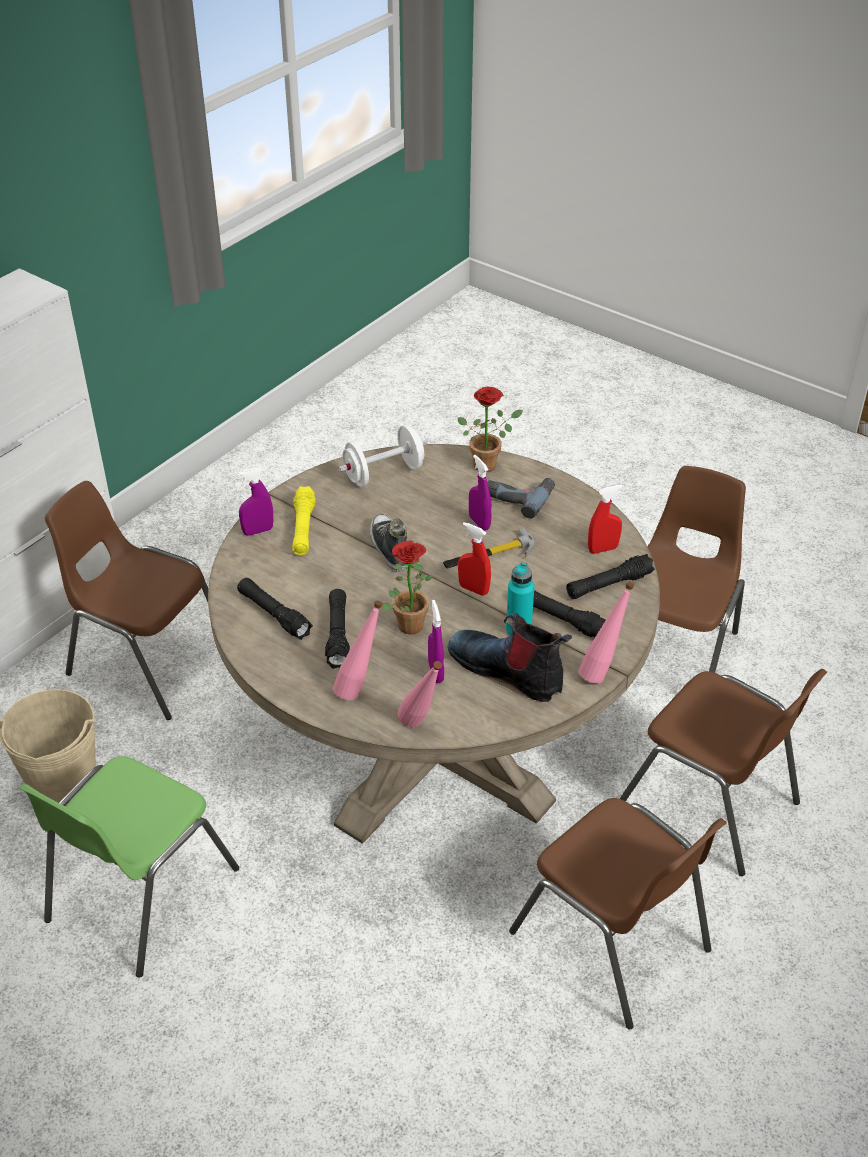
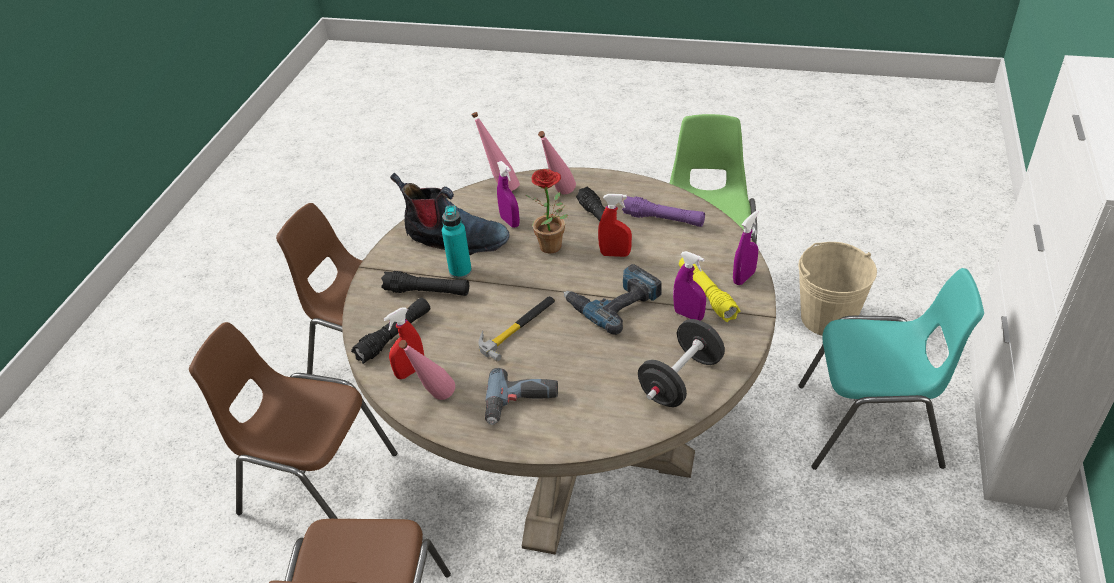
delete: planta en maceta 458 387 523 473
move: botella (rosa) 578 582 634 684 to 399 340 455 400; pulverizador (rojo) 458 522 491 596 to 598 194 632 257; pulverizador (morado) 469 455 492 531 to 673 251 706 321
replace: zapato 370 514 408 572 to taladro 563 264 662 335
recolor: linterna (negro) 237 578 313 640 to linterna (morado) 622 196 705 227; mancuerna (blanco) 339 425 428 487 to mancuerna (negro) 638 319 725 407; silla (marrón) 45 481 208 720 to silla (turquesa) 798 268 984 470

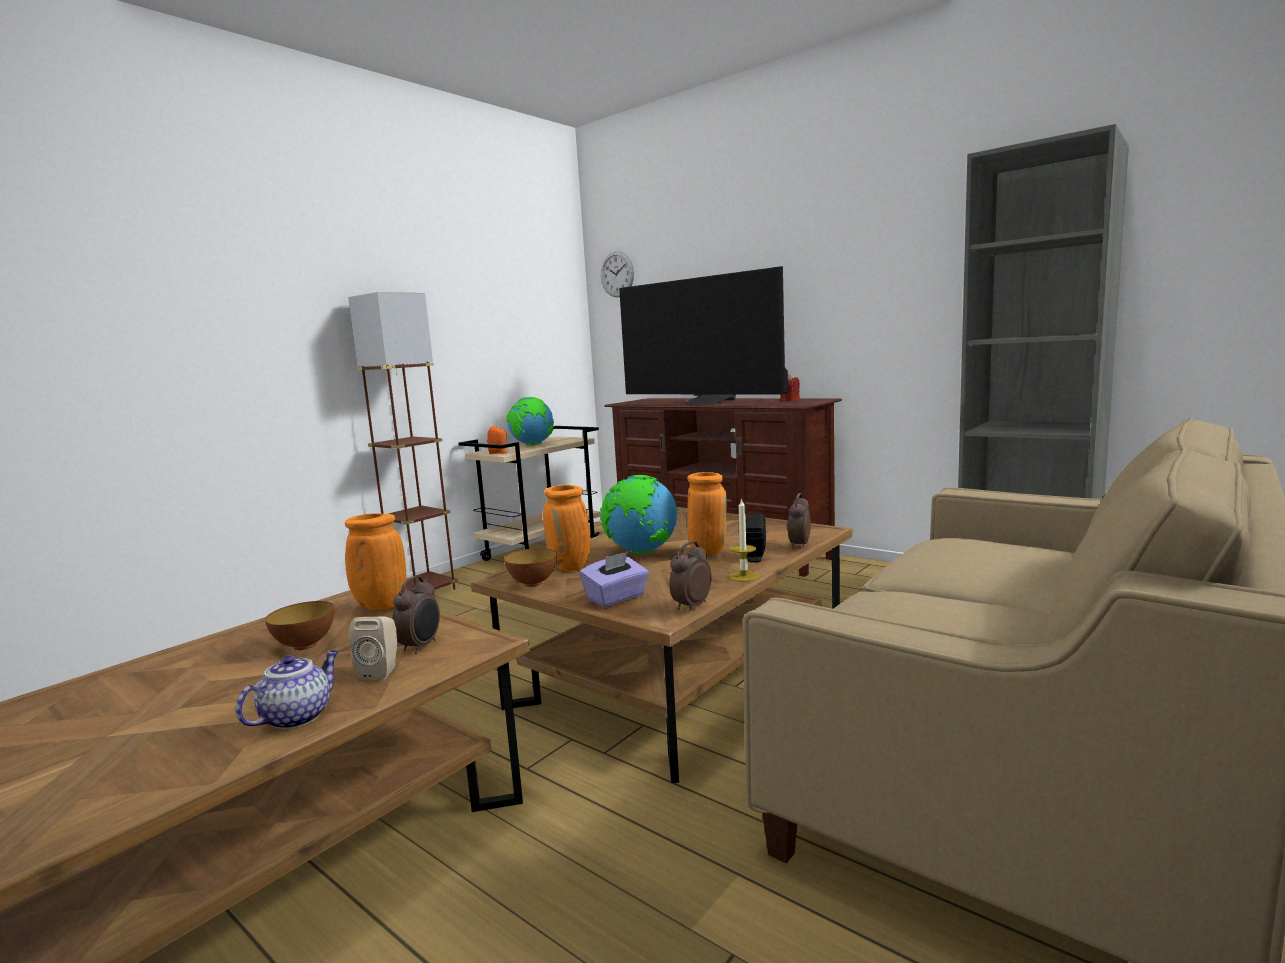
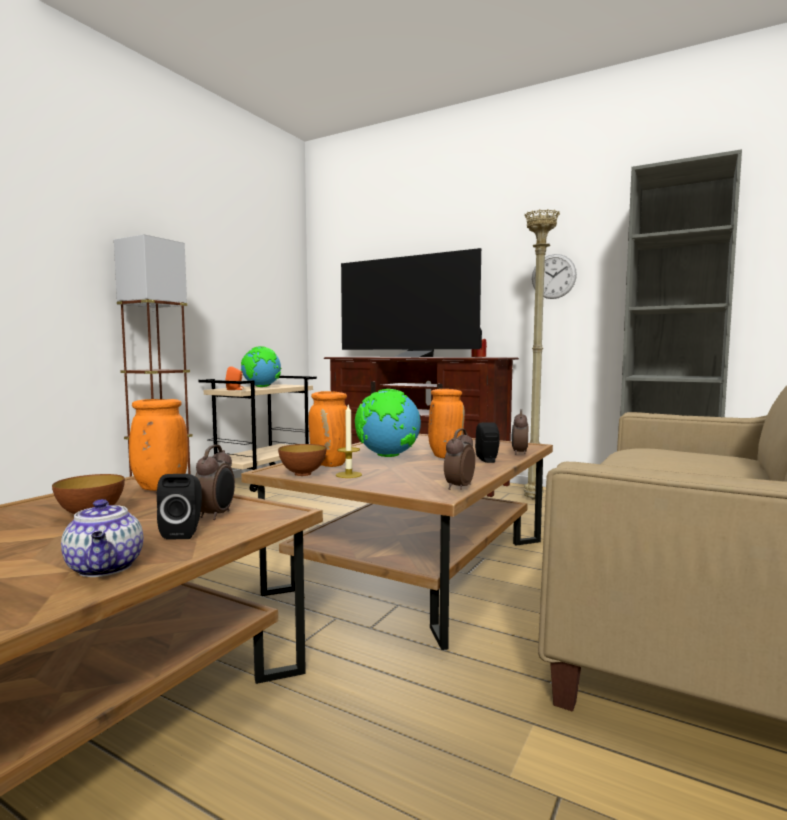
delete: caja de pañuelos (morado) 580 551 649 607
insert: lámpara de pie (beis) 524 209 560 499
move: vela 729 498 759 582 to 336 405 362 478; reloj de pared 601 251 634 297 to 532 254 577 299
recolor: altavoz (beis) 349 617 397 680 to altavoz (negro) 157 474 202 540
rotate: tetera 236 650 339 729 = 61 499 143 577 135 degrees clockwise

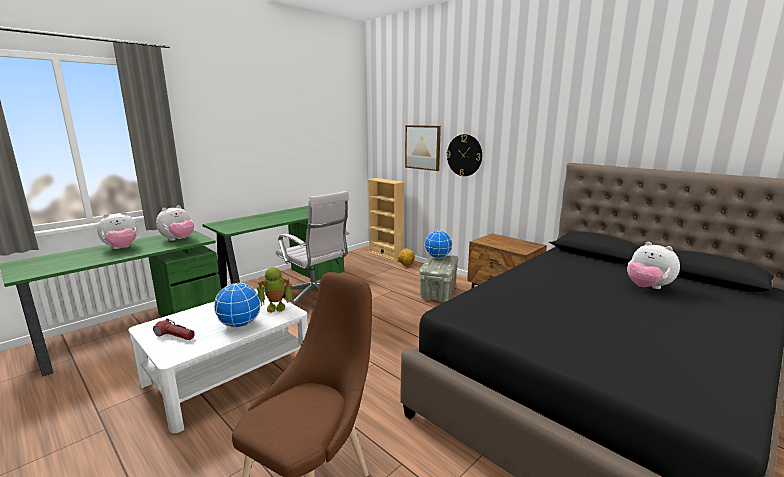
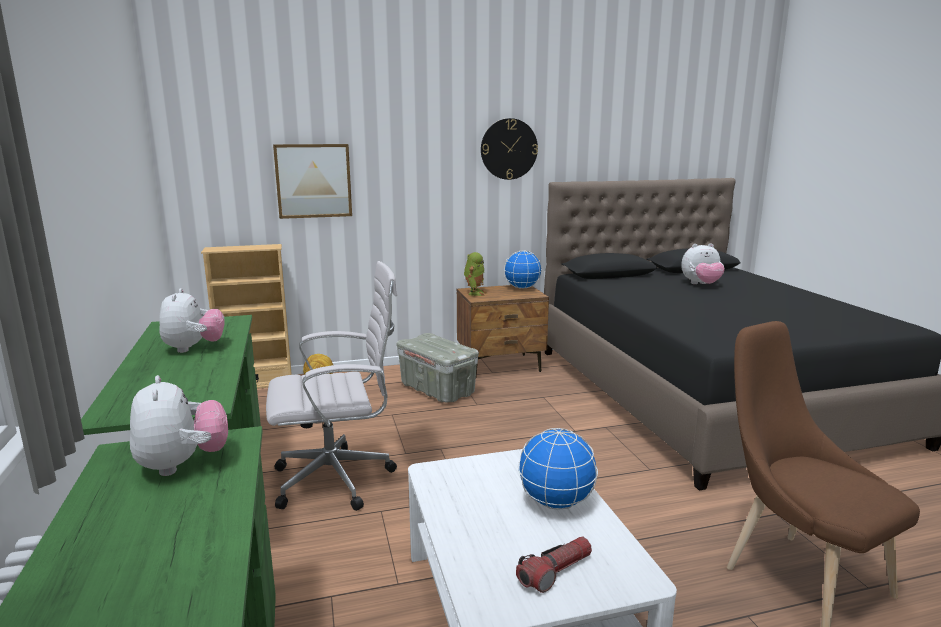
move: peluche 97 212 138 249 to 159 288 225 353; robot de juguete 257 267 292 313 to 464 252 487 296; reloj de pared 447 134 482 176 to 481 118 538 180; globo terráqueo 425 231 452 258 to 504 251 542 289

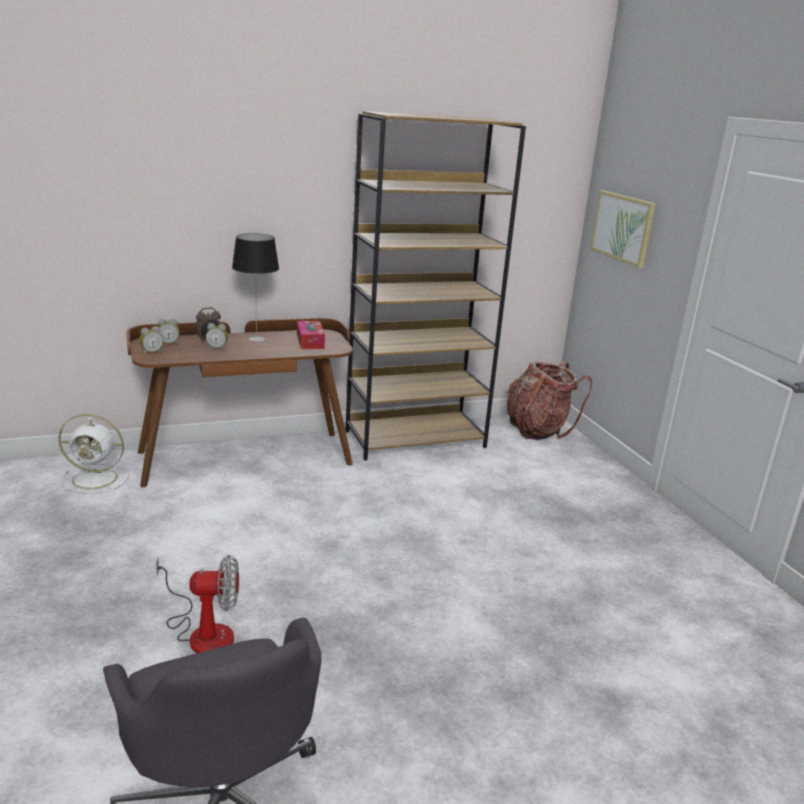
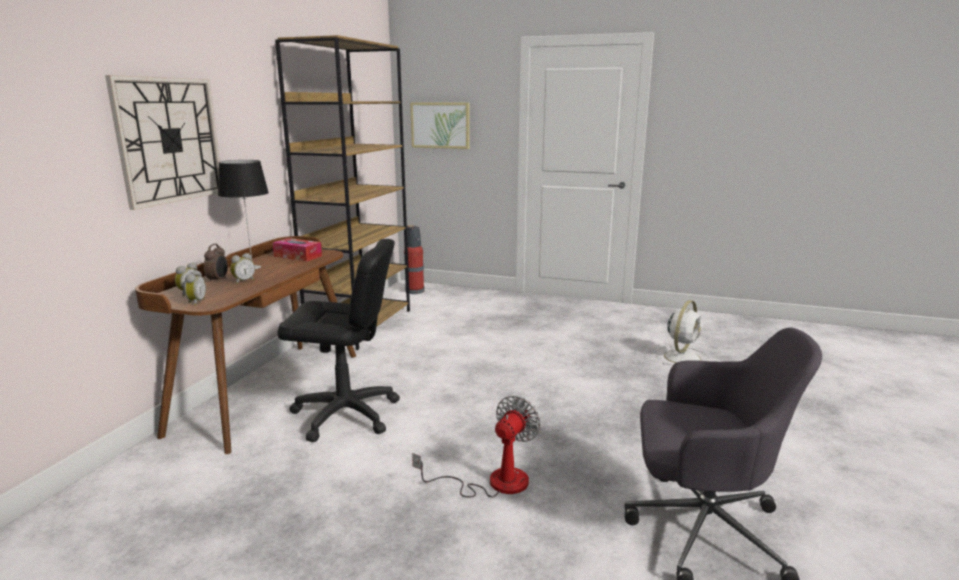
insert: reloj de pared 105 75 220 210; silla de oficina (negro) 277 239 400 442
move: ventilador (blanco) 58 414 129 494 to 657 300 709 365
replace: mochila 507 361 592 440 to extintor 404 225 425 294

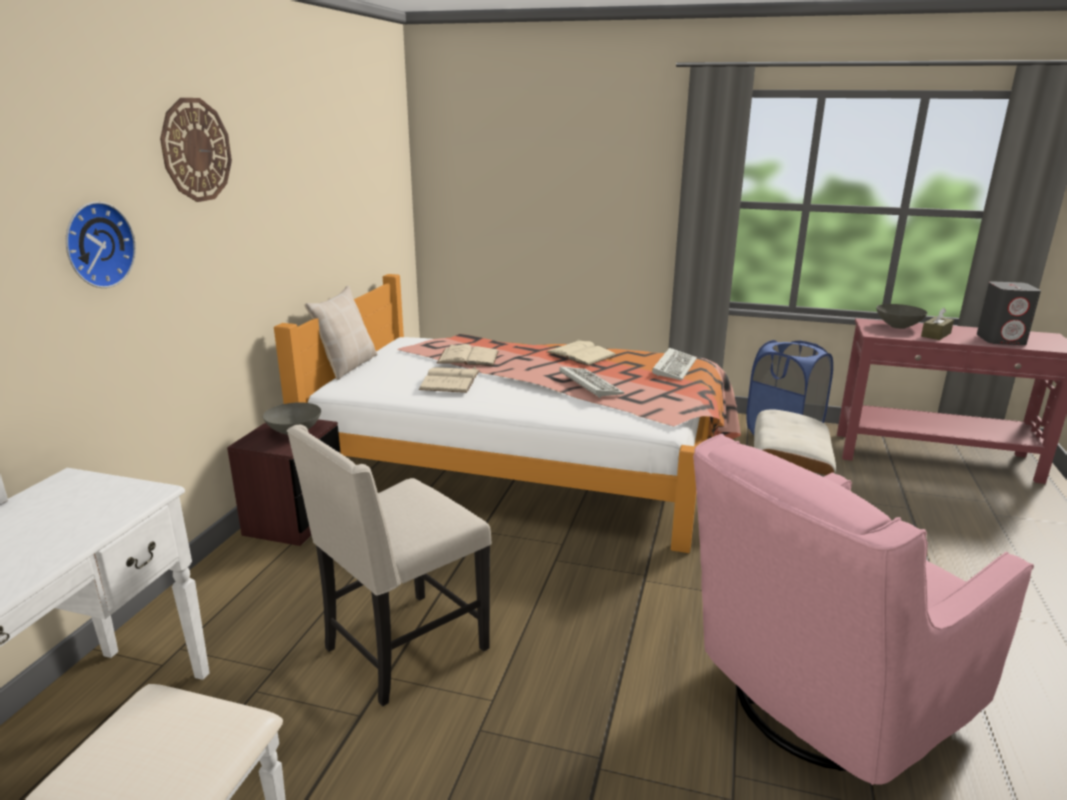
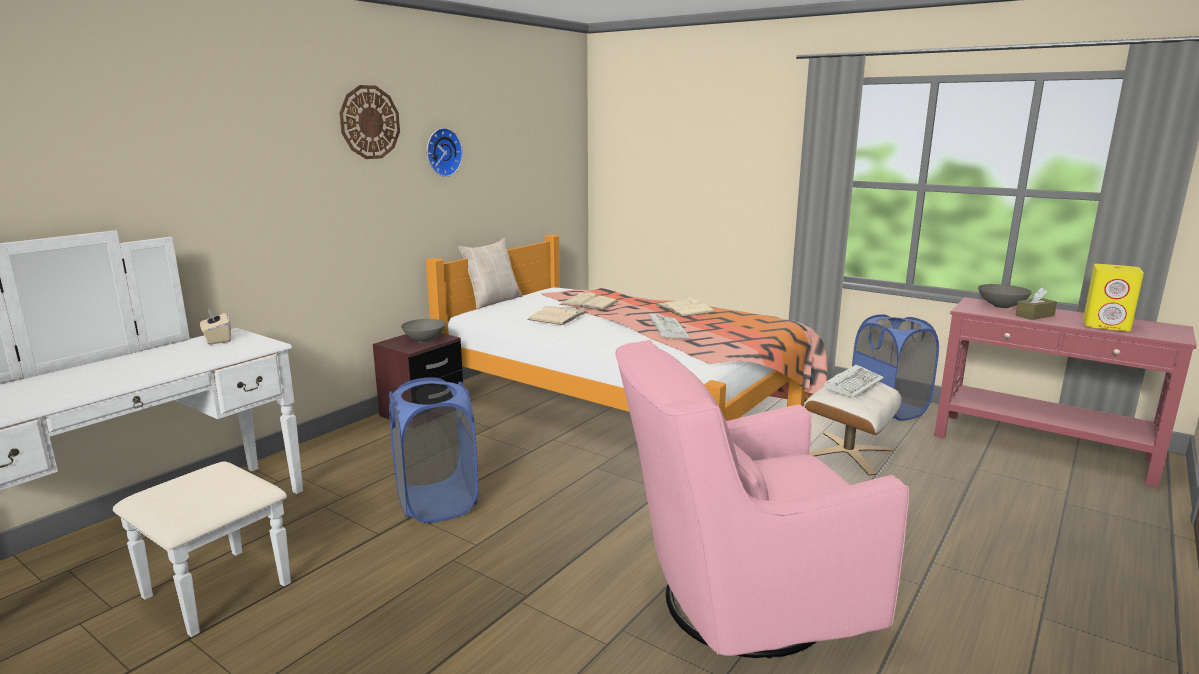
insert: caja de pañuelos (beis) 200 308 231 345
move: reloj de pared 66 202 136 288 to 427 128 463 177; teclado 652 348 697 380 to 824 364 884 398
replace: silla (beis) 287 425 492 706 to cesto de la ropa (azul) 389 377 478 523
recolor: altavoz (gris) 977 281 1041 345 to altavoz (amarillo) 1083 264 1144 331

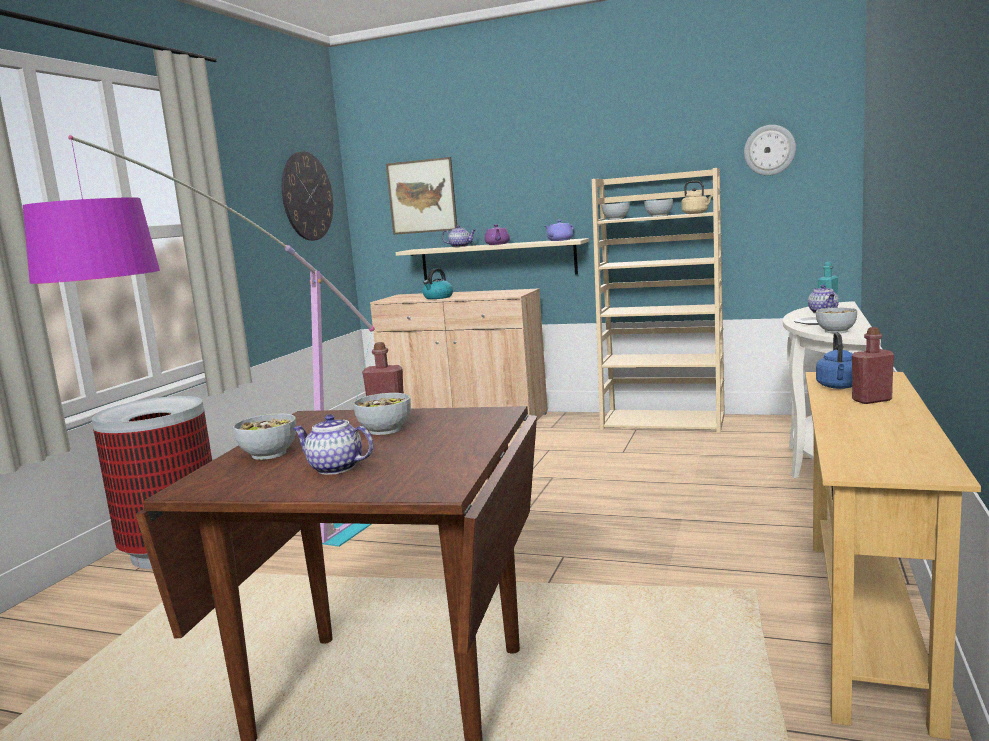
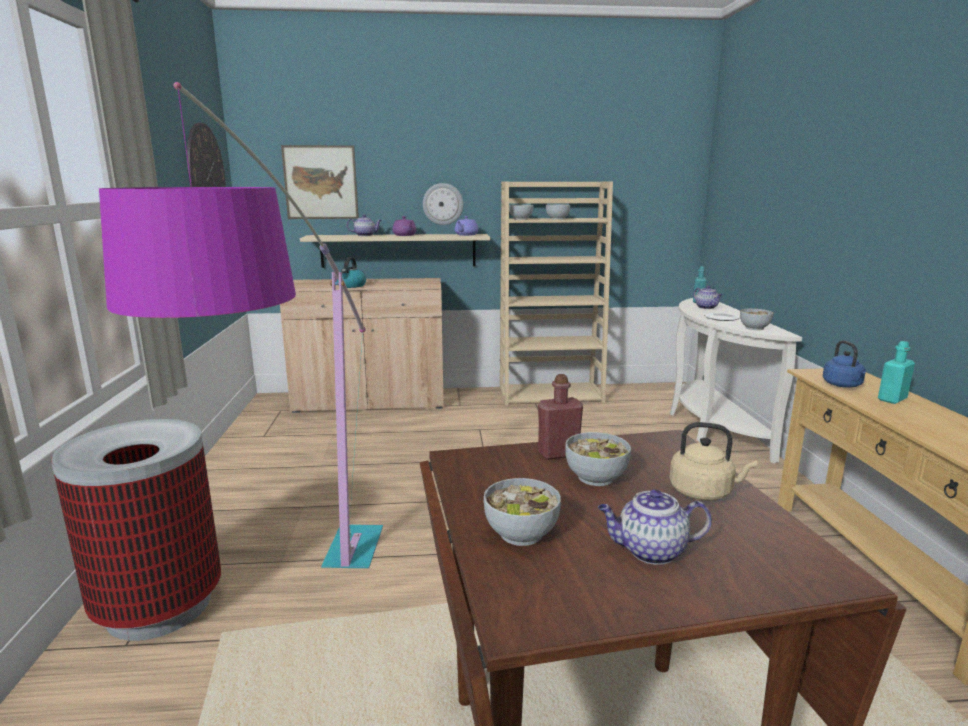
move: reloj de pared 744 125 796 176 to 423 183 463 225; hervidor (beis) 681 181 713 214 to 669 422 757 501
recolor: botella (rojo) 852 327 894 404 to botella (turquesa) 878 341 915 404

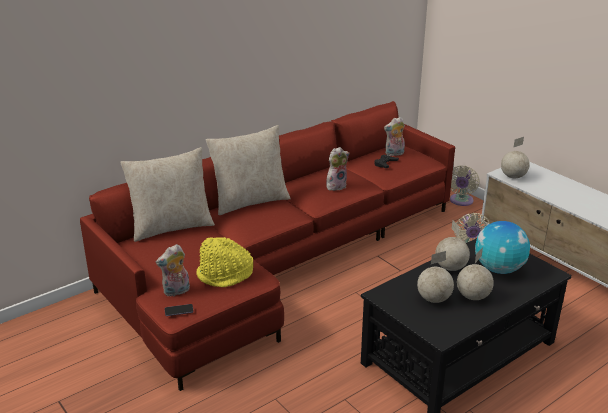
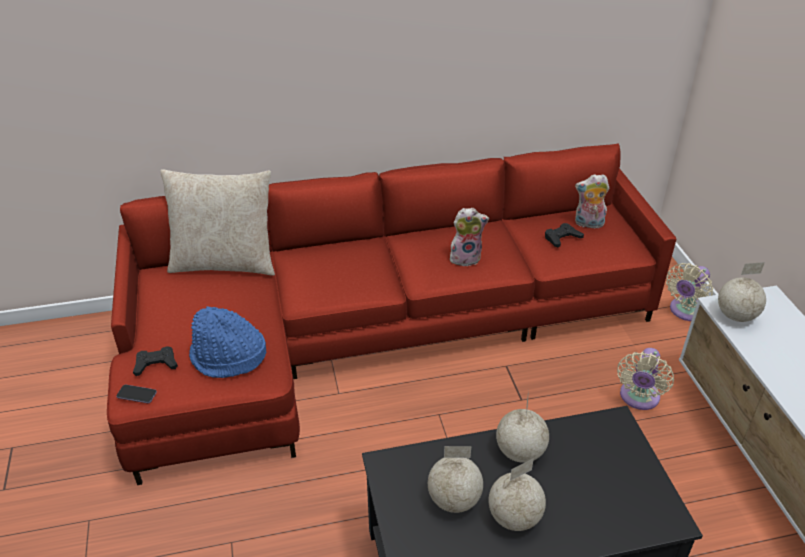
delete: cojín (beis) 206 125 291 215; globo terráqueo 475 221 530 274
replace: peluche 156 244 190 297 to mando de consola (negro) 133 346 178 376
recolor: sombrero (amarillo) 196 237 253 287 to sombrero (azul) 189 306 266 378

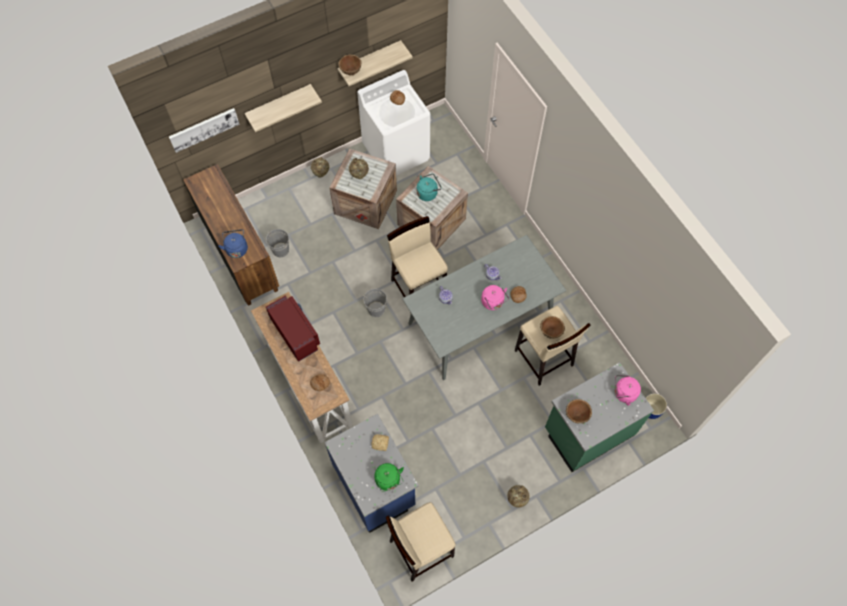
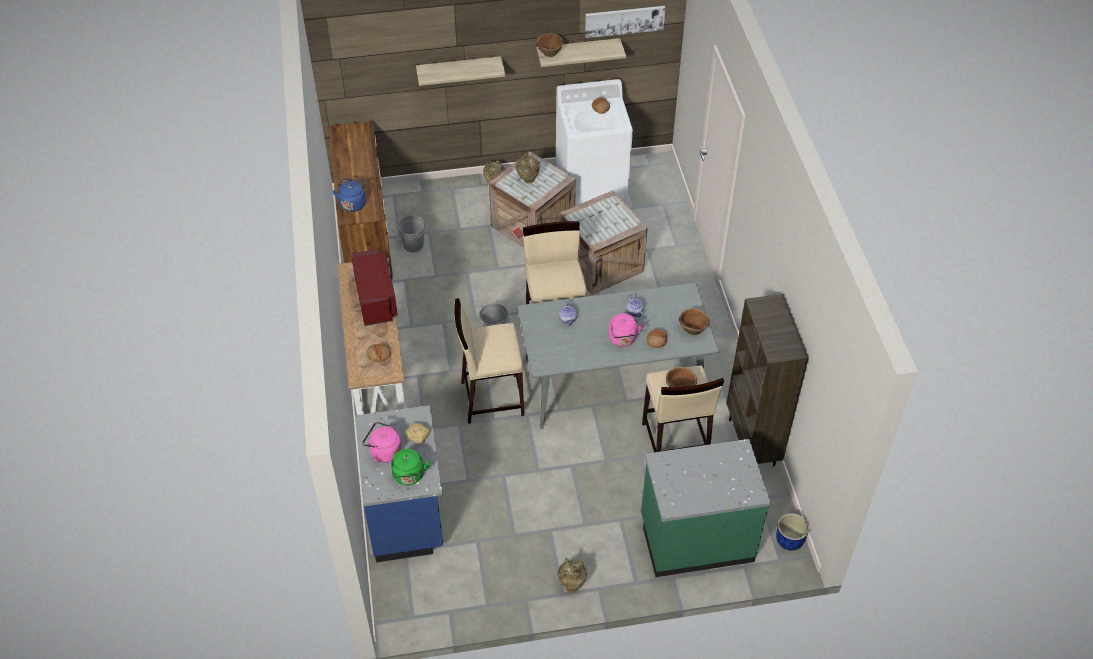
delete: hervidor (turquesa) 417 174 442 201
insert: estantería (marrón) 727 294 809 466
move: hervidor (rosa) 615 375 641 406 to 362 422 402 463; taburete (beis) 386 502 456 582 to 454 298 524 424; cuadro 169 108 240 153 to 585 6 665 38; cuenco (marrón) 566 399 592 424 to 678 308 709 335

